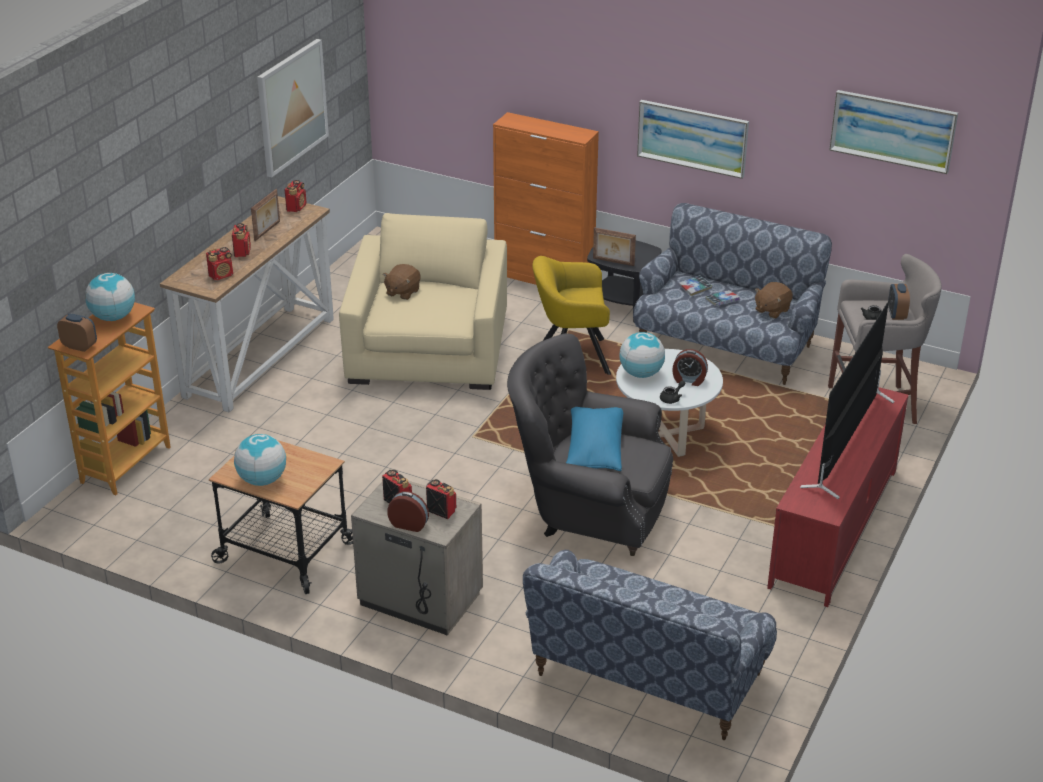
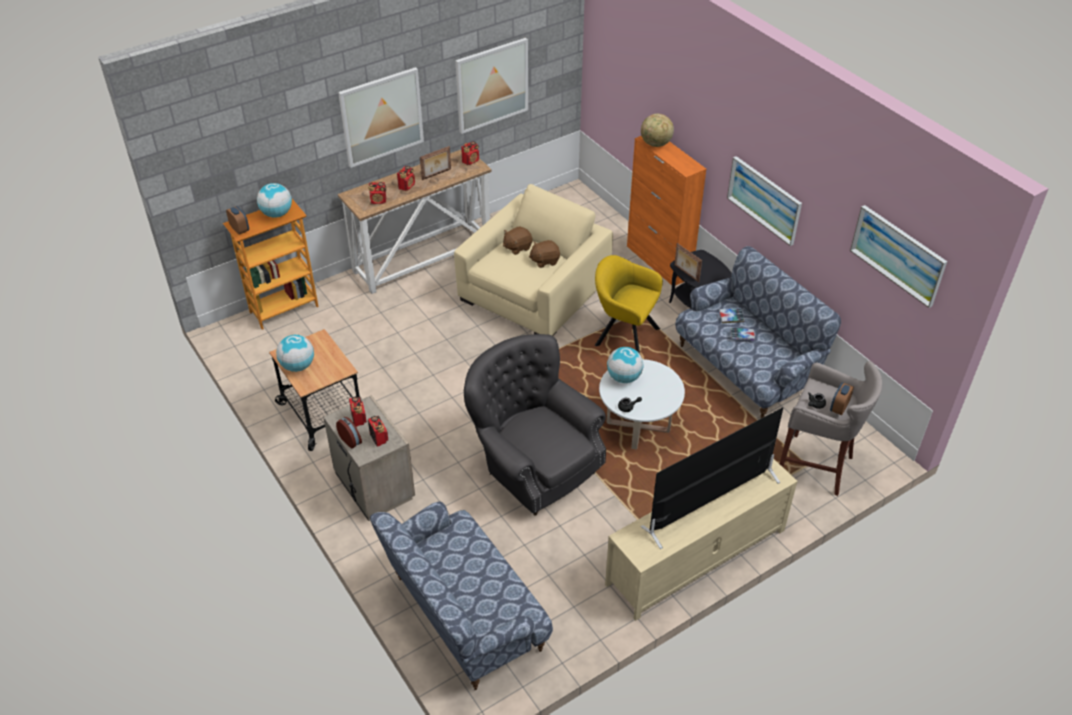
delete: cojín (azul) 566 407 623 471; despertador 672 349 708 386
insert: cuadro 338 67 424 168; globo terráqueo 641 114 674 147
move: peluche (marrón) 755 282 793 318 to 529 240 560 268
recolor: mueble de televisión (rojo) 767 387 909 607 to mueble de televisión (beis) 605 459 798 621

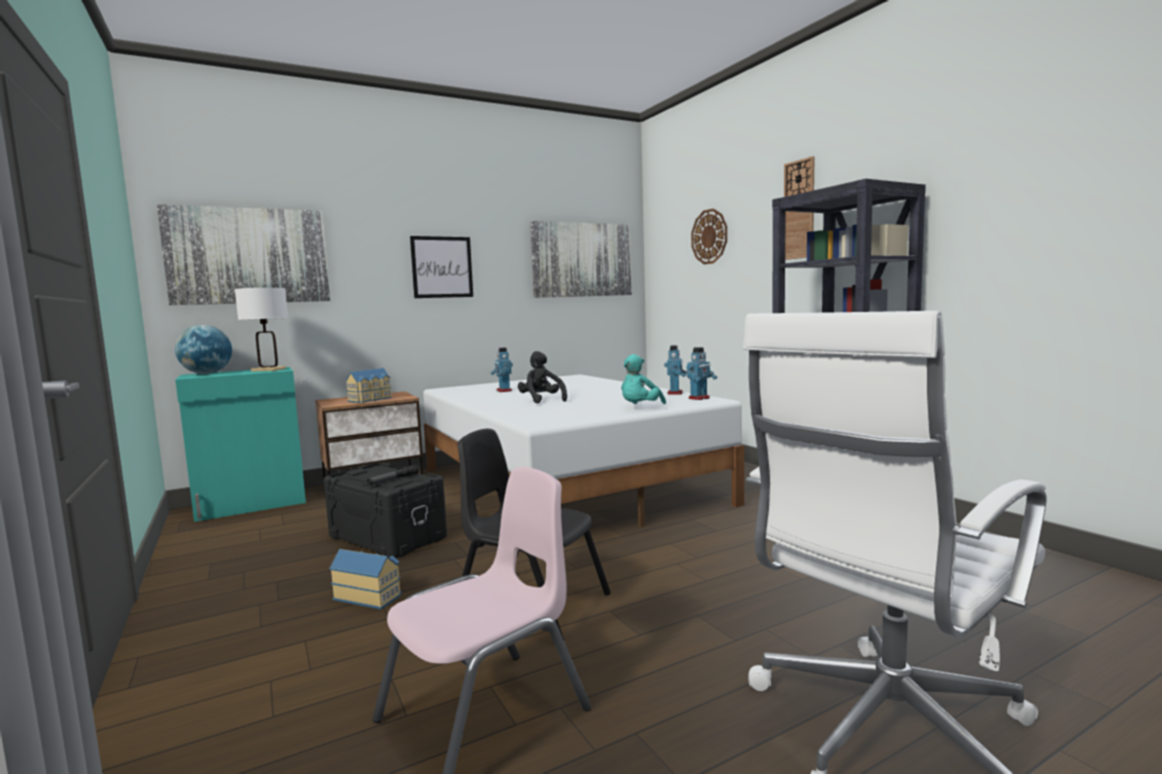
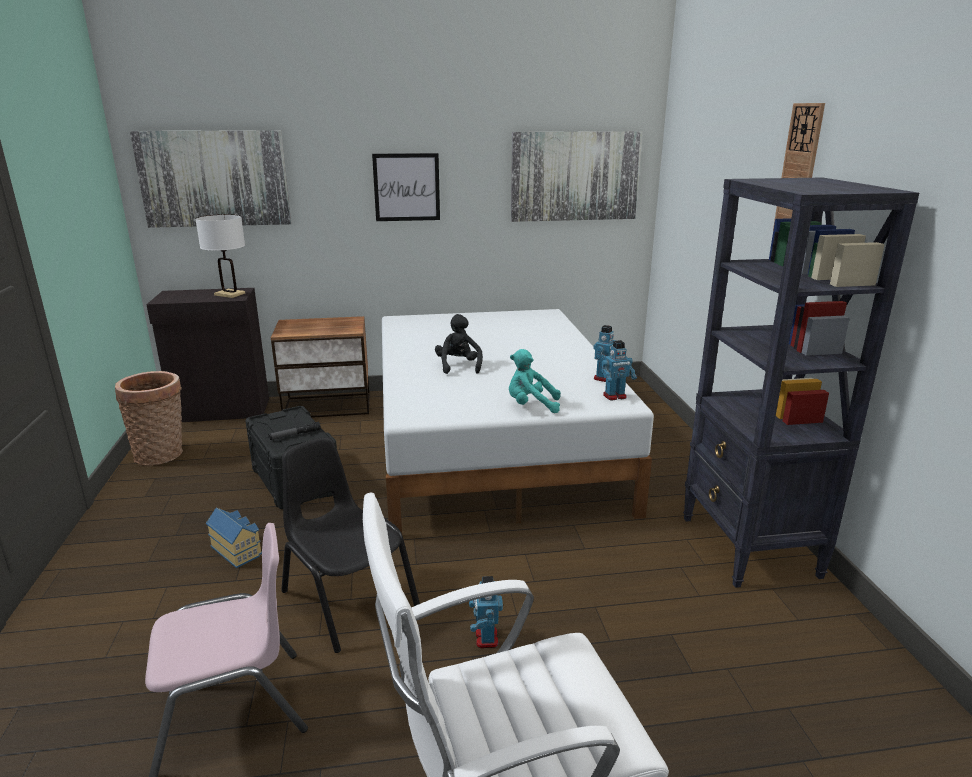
delete: globo terráqueo 175 325 232 374; casita 346 368 392 403; reloj de pared 691 208 727 264
insert: cesta 115 371 183 466
move: robot de juguete 491 347 513 392 to 469 576 503 648
recolor: armario (turquesa) 175 367 306 522 to armario (negro) 146 288 269 422
rotate: peluche (turquesa) 621 354 666 404 = 509 349 561 413 45 degrees clockwise

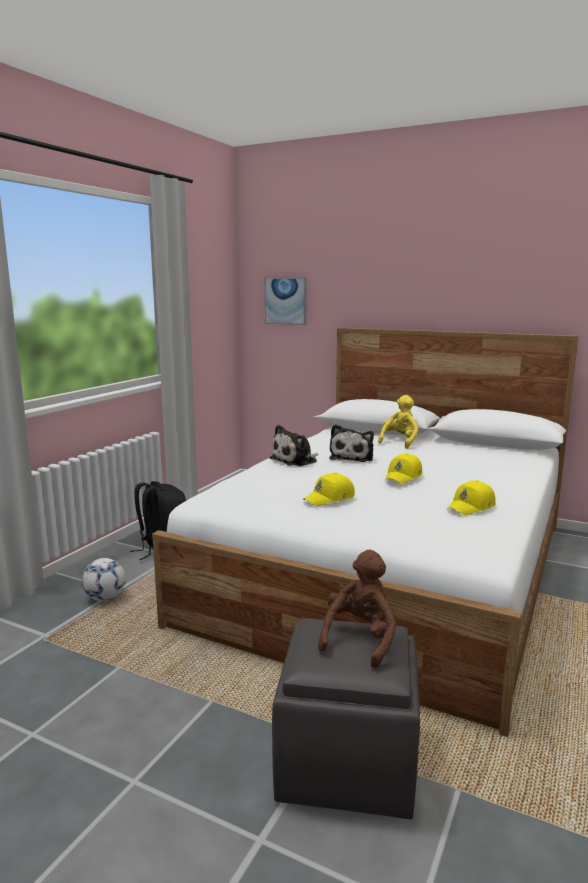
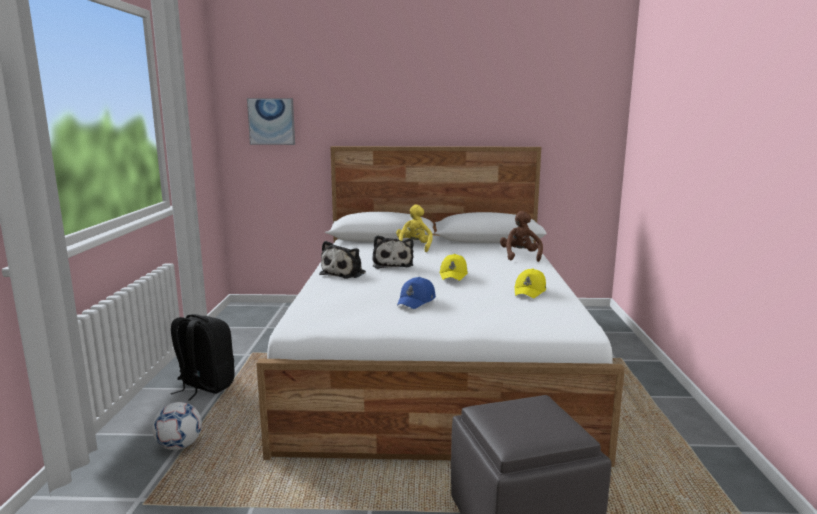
move: peluche (marrón) 318 550 397 668 to 500 211 543 262
recolor: gorra (amarillo) 303 473 355 506 to gorra (azul) 397 277 436 309

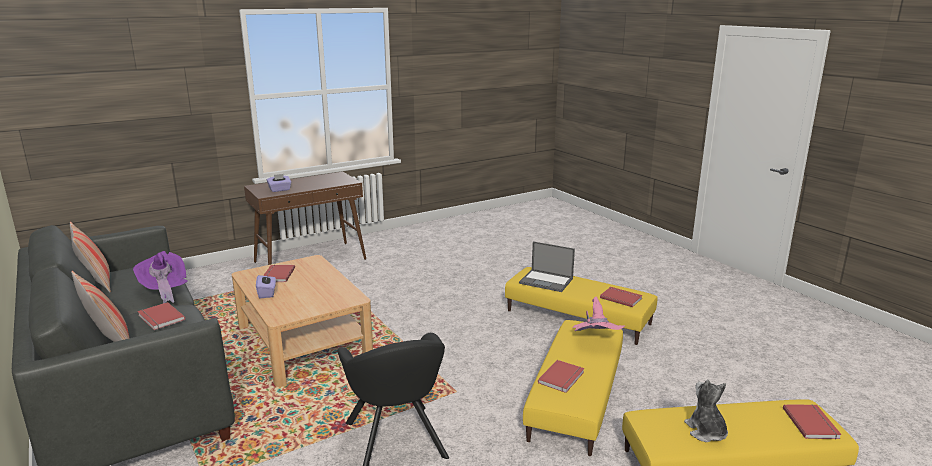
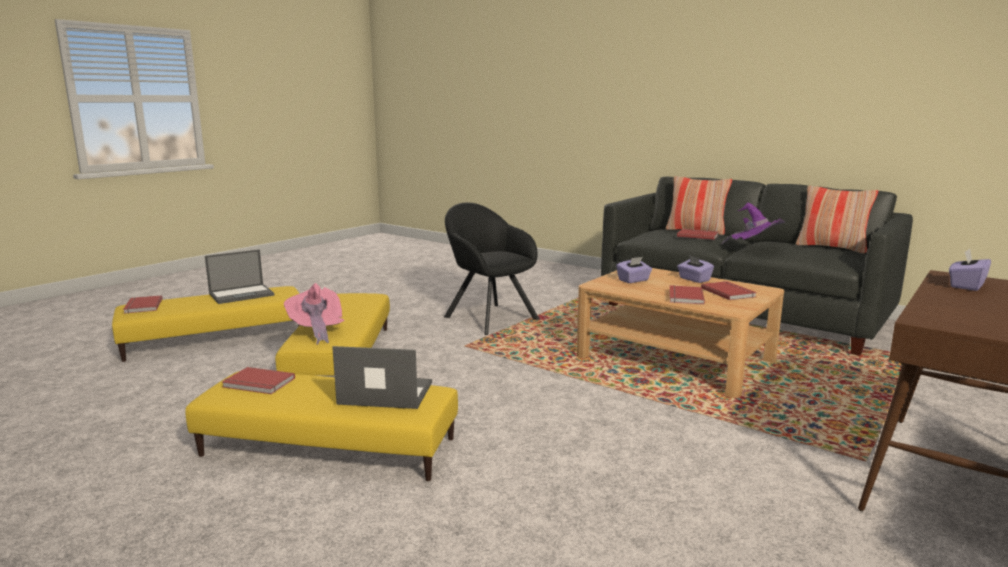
insert: caja de pañuelos (morado) 616 257 652 283
move: libro (rojo) 538 360 584 393 to 669 285 705 305
replace: peluche 684 379 728 442 to portátil 205 249 274 304

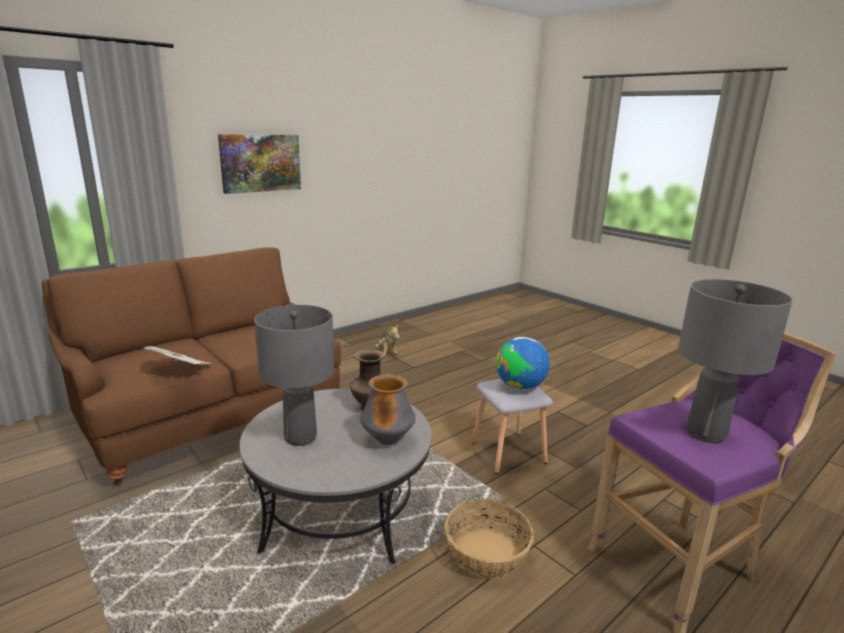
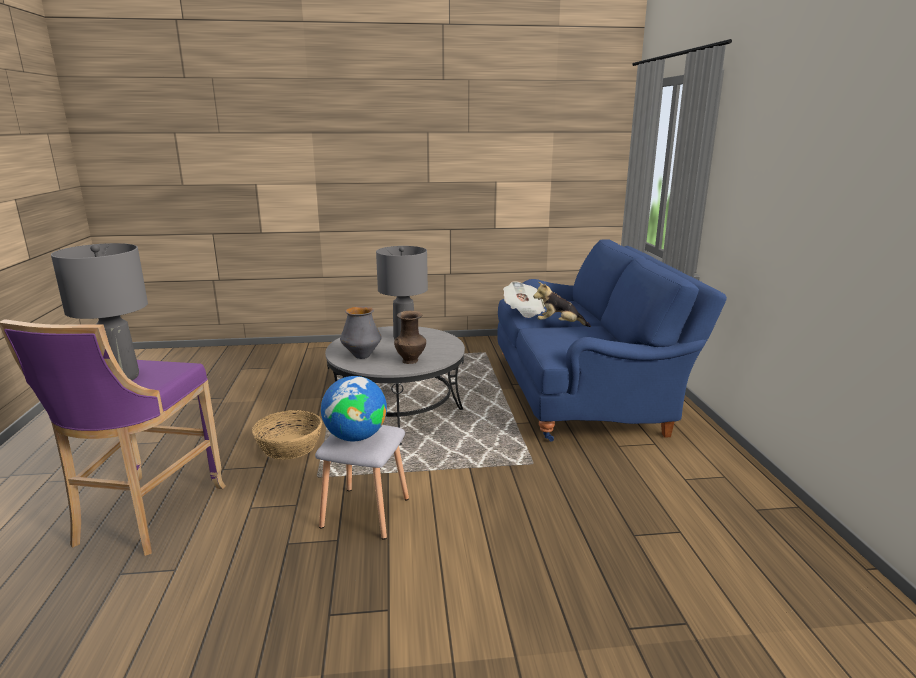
delete: cuadro 218 134 301 194
move: peluche 375 325 400 355 to 533 282 591 327
recolor: sofá (marrón) 42 247 341 486 to sofá (azul) 497 240 727 442

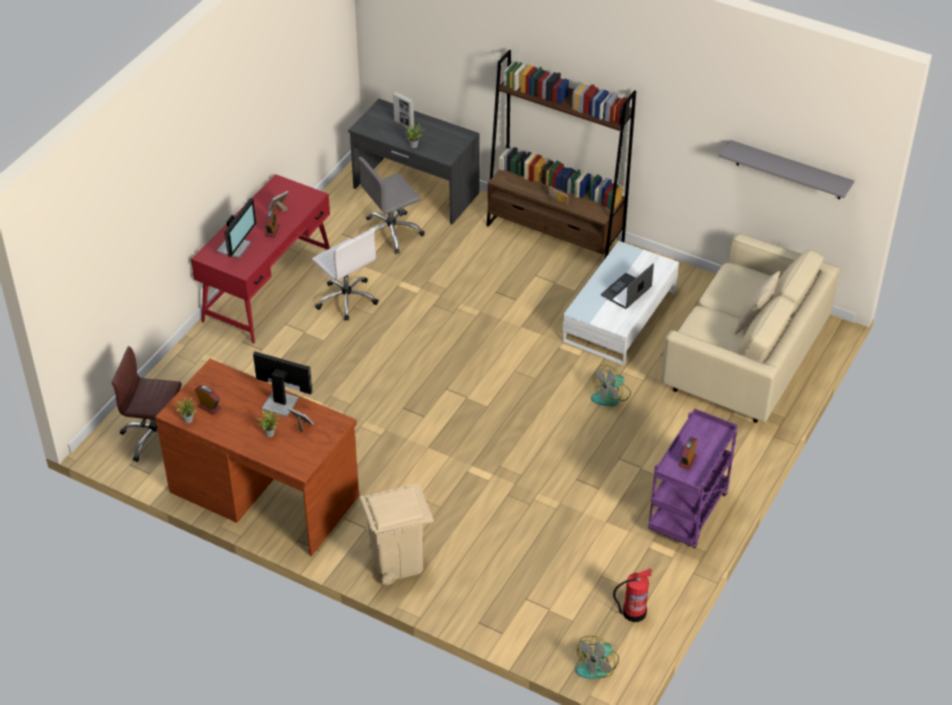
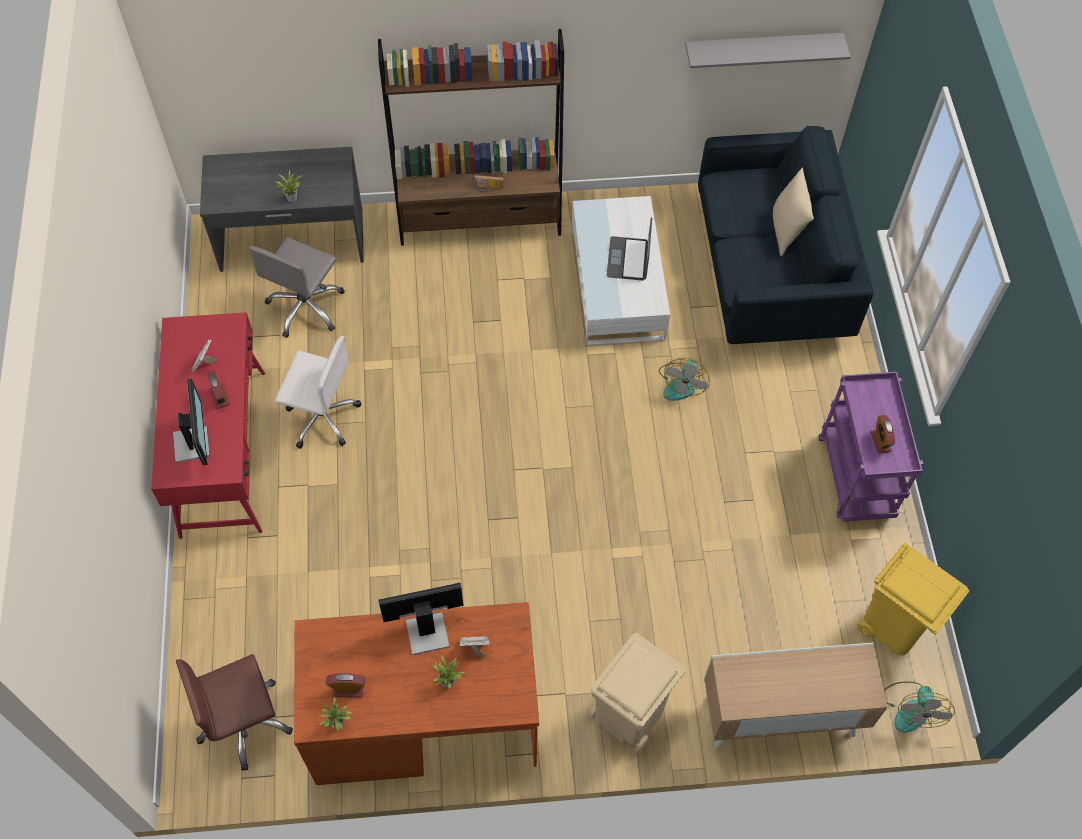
delete: portarretratos 393 92 414 129
insert: armario 704 643 888 748
replace: extintor 613 568 652 622 to papelera (amarillo) 857 543 969 655
recolor: sofá (beis) 661 233 840 423 to sofá (azul) 698 126 874 344

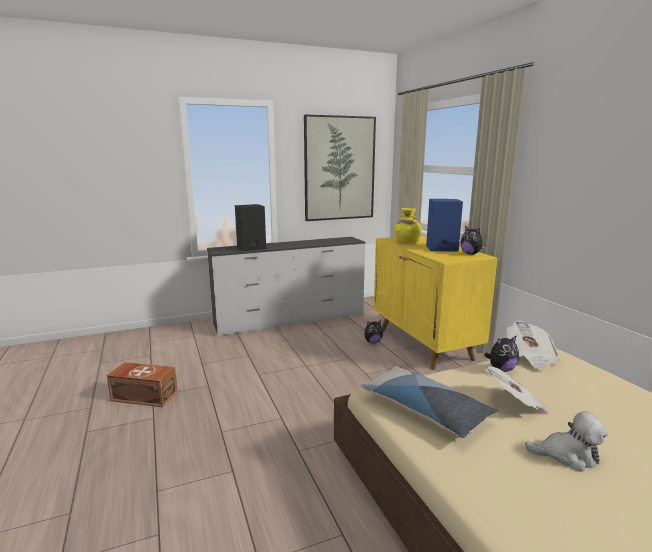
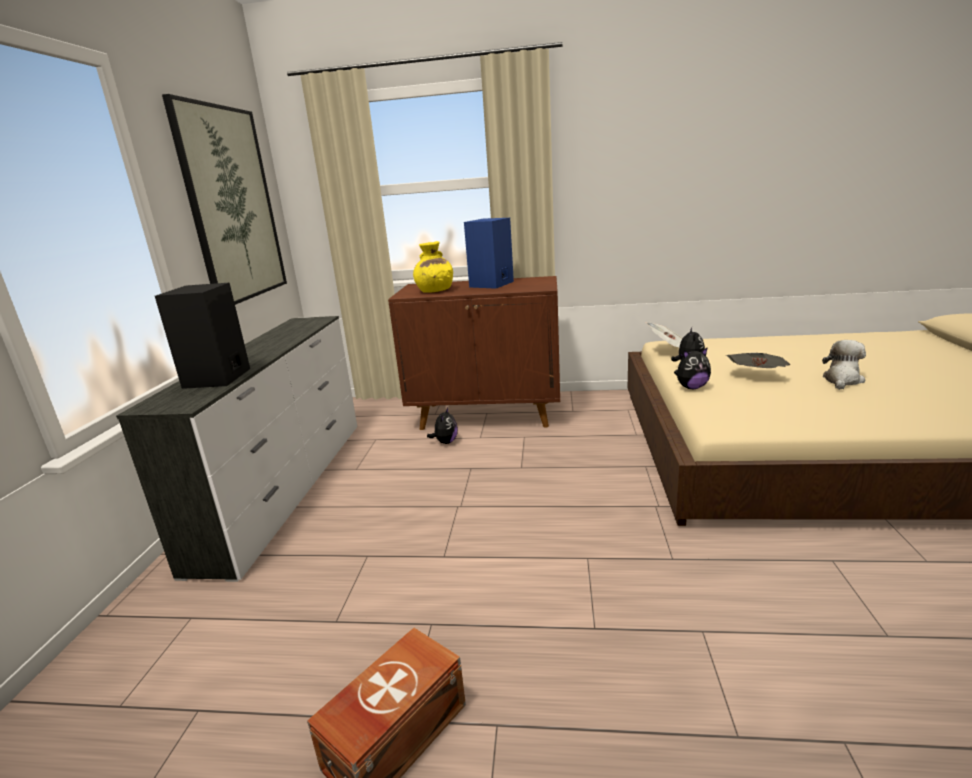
delete: cojín 361 366 498 438
move: peluche 460 226 487 254 to 674 347 711 389
recolor: armario (amarillo) 374 235 498 370 to armario (marrón) 388 276 560 430

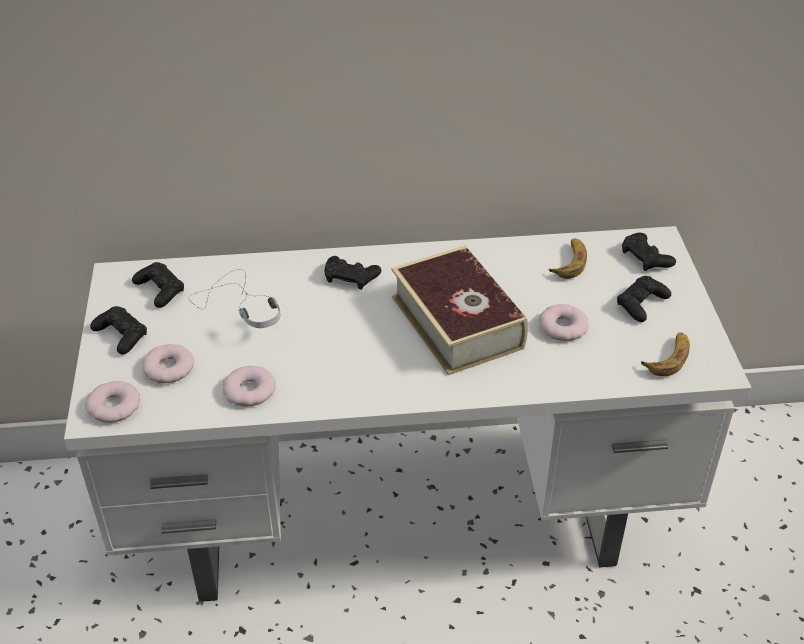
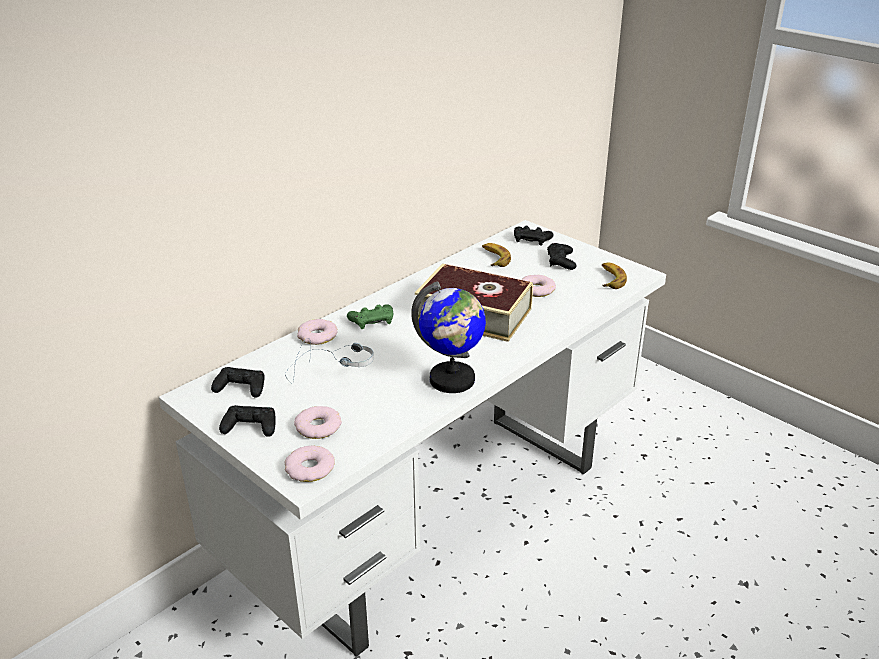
insert: globo terráqueo 411 281 486 393
move: rosquilla 223 366 276 406 to 297 319 338 345
recolor: mando de consola (negro) 324 256 381 290 to mando de consola (verde) 347 304 393 329

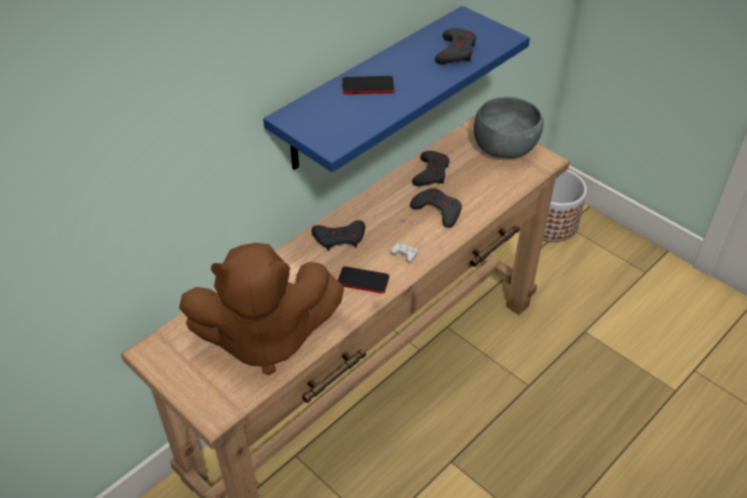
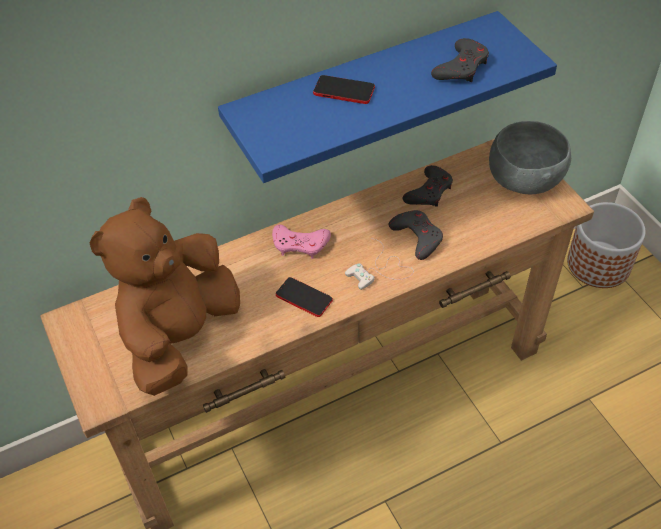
recolor: mando de consola (gris) 312 220 365 251 to mando de consola (rosa) 272 225 331 259
rotate: peluche (marrón) 179 243 344 375 = 90 197 240 396 105 degrees clockwise

